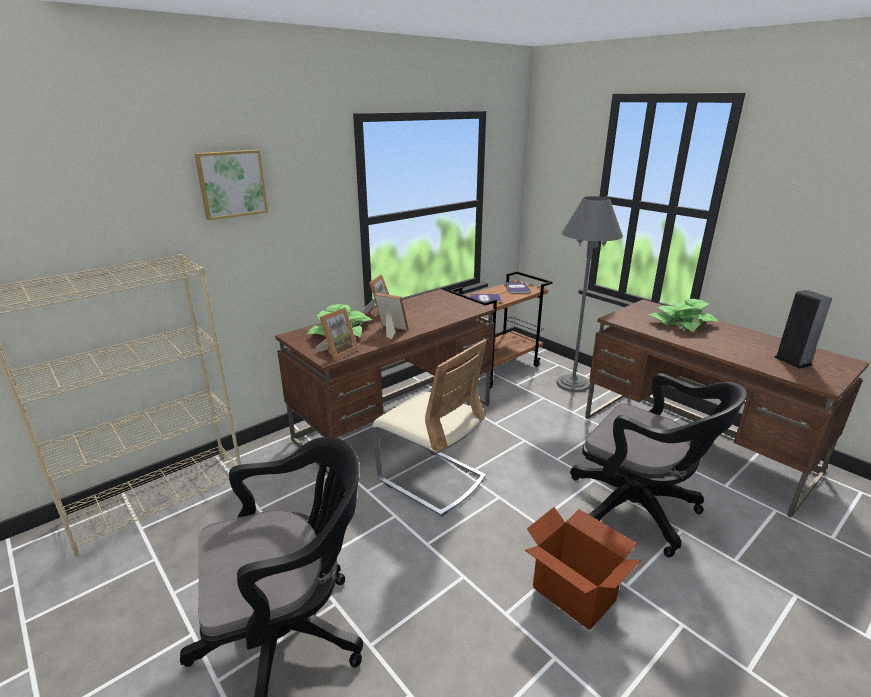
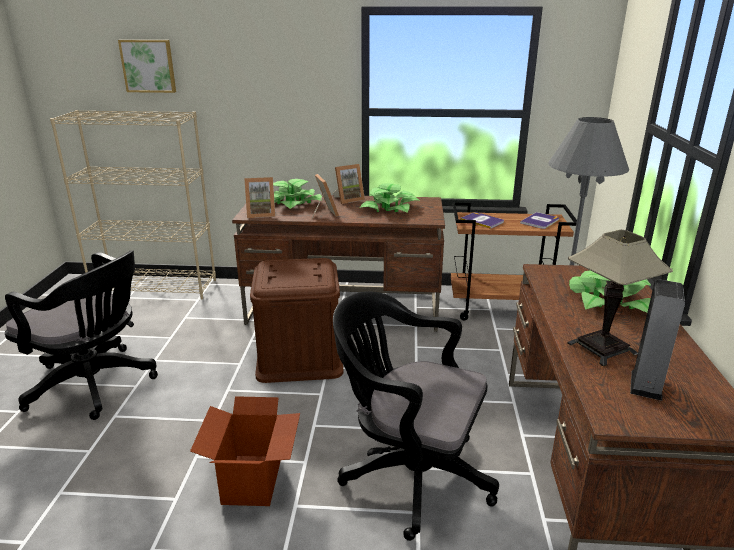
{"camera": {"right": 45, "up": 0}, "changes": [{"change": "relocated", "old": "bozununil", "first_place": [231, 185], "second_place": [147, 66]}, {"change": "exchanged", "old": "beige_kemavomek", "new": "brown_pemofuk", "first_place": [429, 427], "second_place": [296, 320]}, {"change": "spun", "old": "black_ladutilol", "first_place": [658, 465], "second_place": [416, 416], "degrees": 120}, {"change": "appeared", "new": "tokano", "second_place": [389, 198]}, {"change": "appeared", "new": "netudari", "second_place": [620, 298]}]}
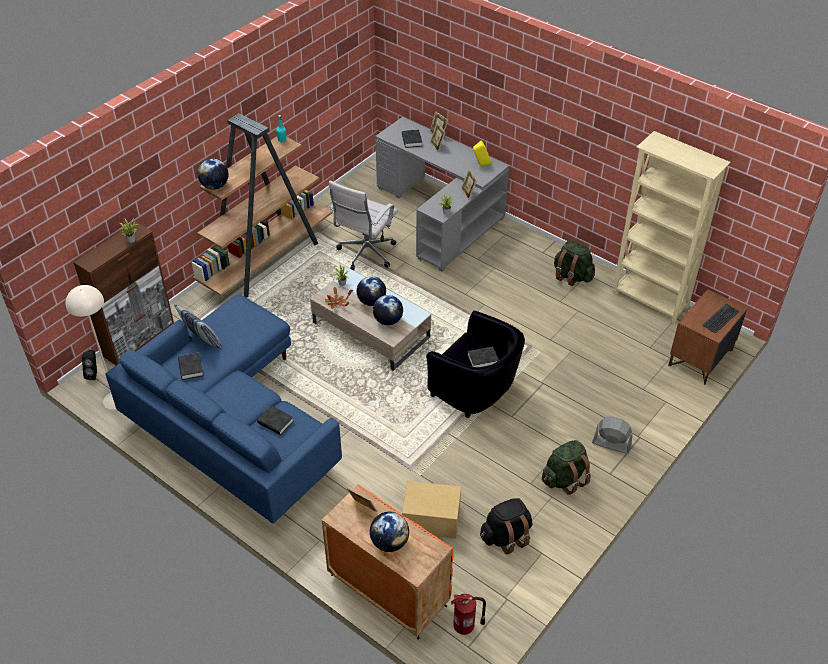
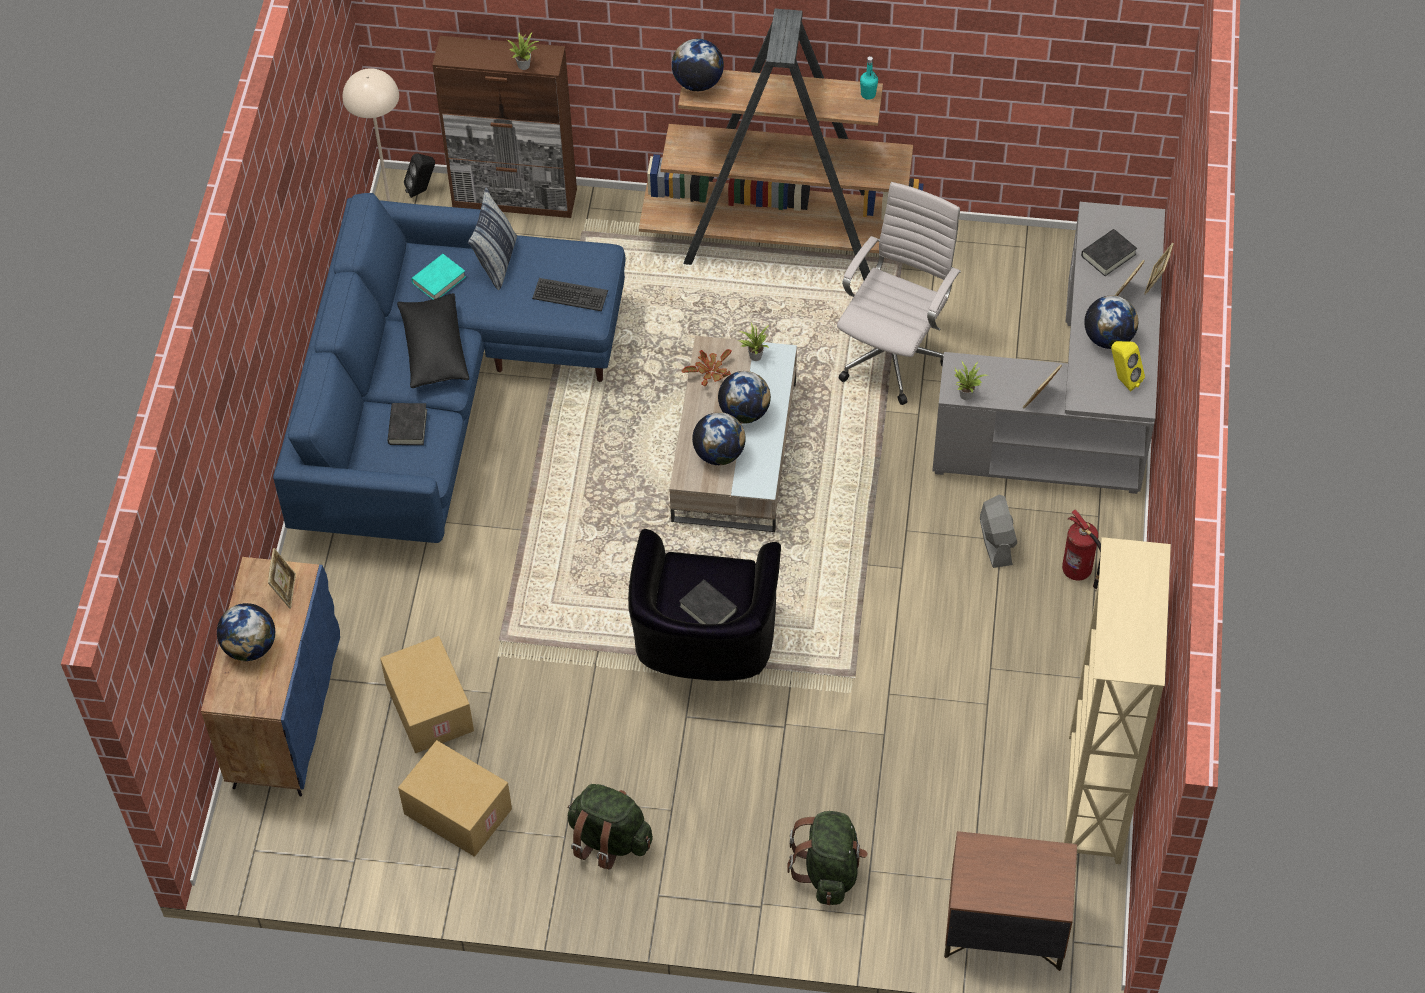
{"camera": {"right": 60, "up": 10}, "changes": [{"change": "colour", "old": "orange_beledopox", "new": "blue_beledopox", "first_place": [388, 562], "second_place": [270, 677]}, {"change": "appeared", "new": "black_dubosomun", "second_place": [433, 340]}, {"change": "exchanged", "old": "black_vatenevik", "new": "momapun", "first_place": [506, 526], "second_place": [455, 798]}, {"change": "colour", "old": "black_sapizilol", "new": "turquoise_sapizilol", "first_place": [190, 366], "second_place": [438, 276]}, {"change": "relocated", "old": "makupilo", "first_place": [720, 318], "second_place": [570, 294]}, {"change": "relocated", "old": "green_vatenevik", "first_place": [574, 263], "second_place": [827, 858]}, {"change": "spun", "old": "white_ladutilol", "first_place": [363, 226], "second_place": [899, 293], "degrees": 120}, {"change": "relocated", "old": "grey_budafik", "first_place": [612, 435], "second_place": [998, 531]}, {"change": "relocated", "old": "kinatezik", "first_place": [468, 614], "second_place": [1081, 549]}, {"change": "appeared", "new": "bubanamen", "second_place": [1111, 322]}]}
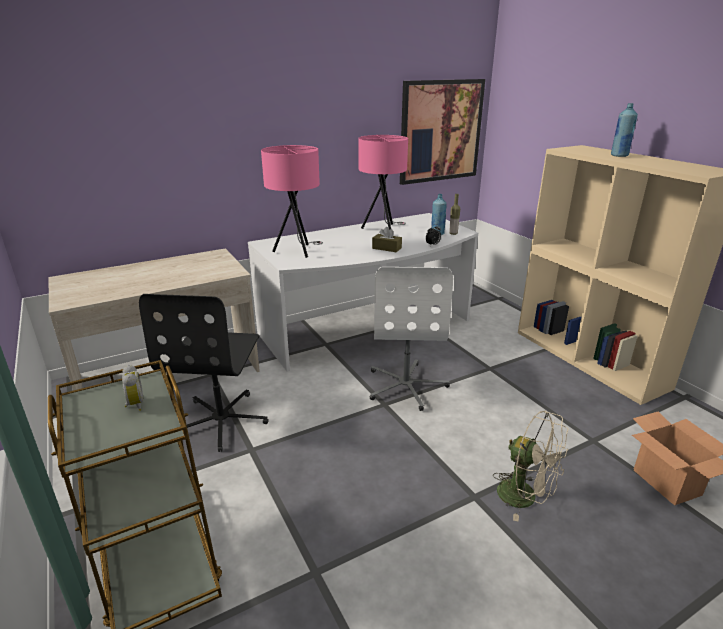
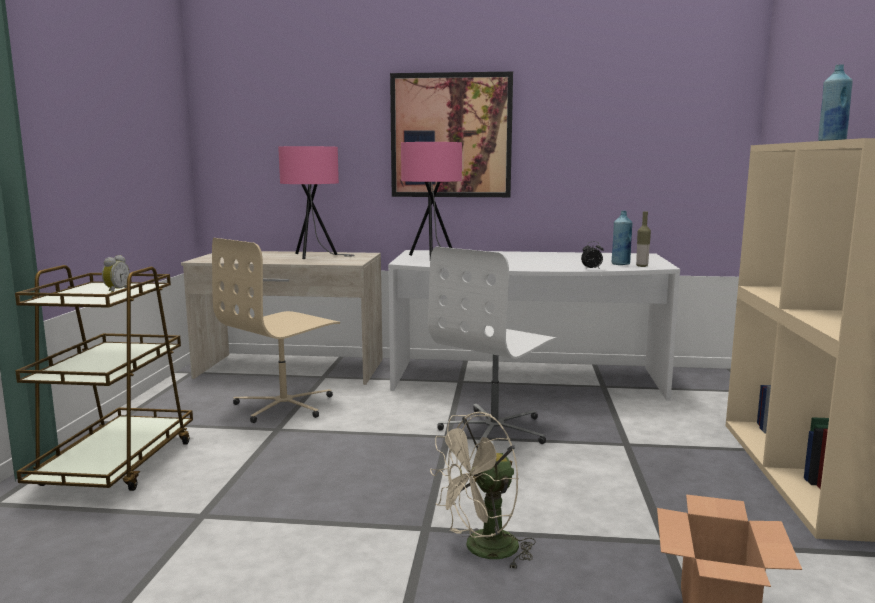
{"camera": {"right": 35, "up": -15}, "changes": [{"change": "colour", "old": "black_ladutilol", "new": "beige_ladutilol", "first_place": [204, 373], "second_place": [276, 330]}, {"change": "relocated", "old": "pink_netudari", "first_place": [383, 182], "second_place": [316, 202]}, {"change": "relocated", "old": "bozununil", "first_place": [442, 132], "second_place": [451, 134]}, {"change": "spun", "old": "beige_budafik", "first_place": [531, 466], "second_place": [483, 490], "degrees": 75}, {"change": "missing", "old": "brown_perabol", "first_place": [387, 239]}]}
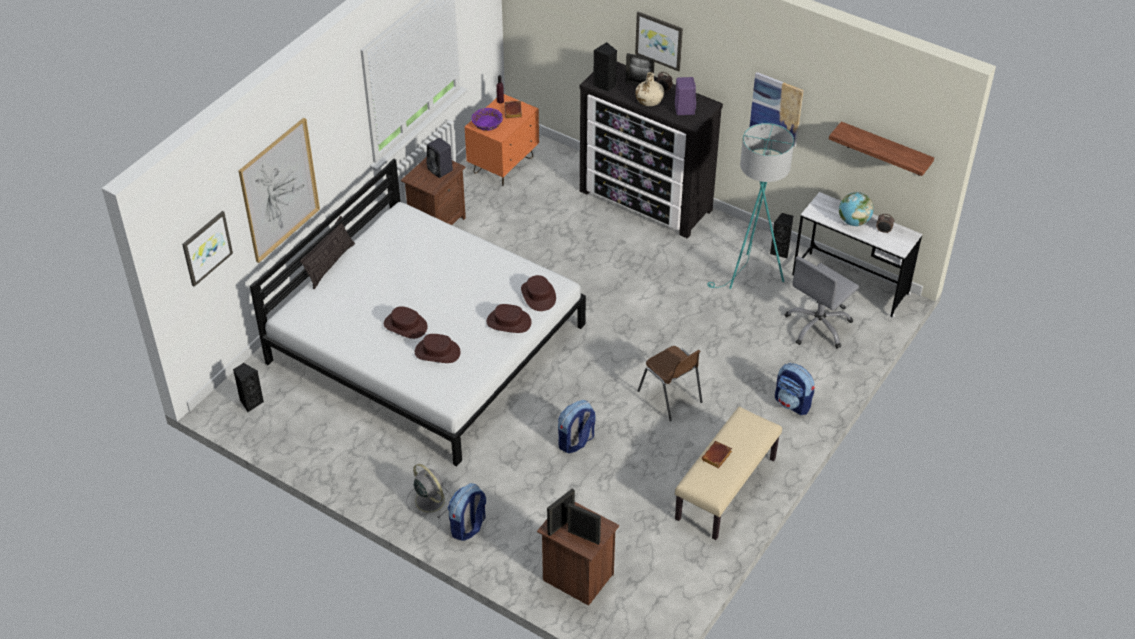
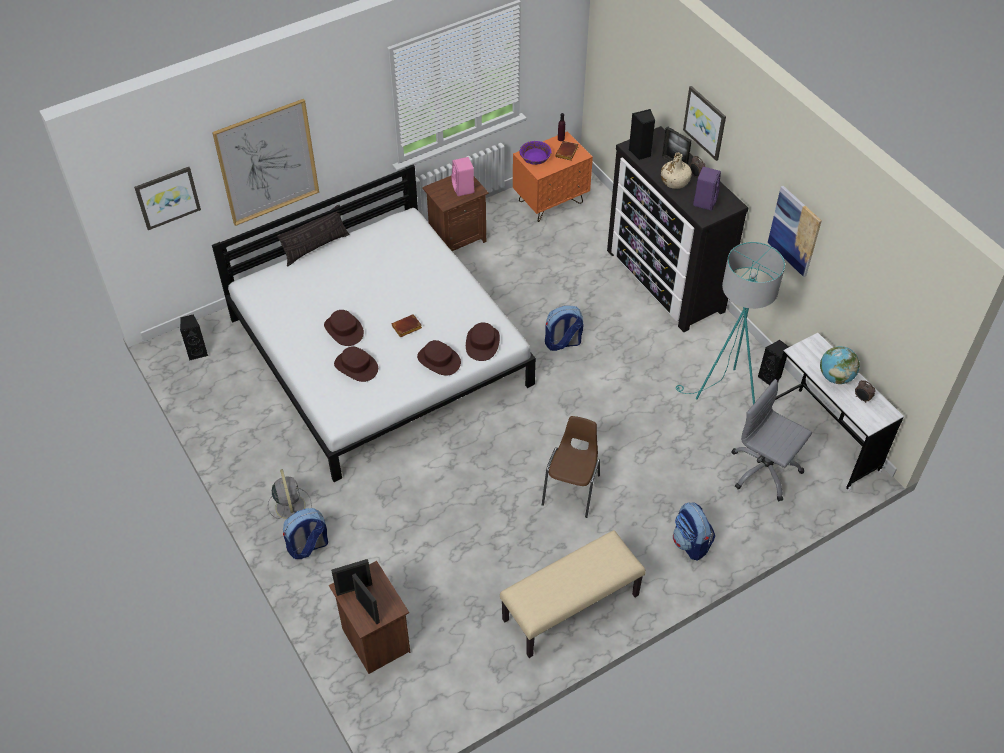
{"camera": {"right": 25, "up": 5}, "changes": [{"change": "relocated", "old": "brown_sapizilol", "first_place": [716, 454], "second_place": [407, 325]}, {"change": "colour", "old": "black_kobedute", "new": "pink_kobedute", "first_place": [439, 158], "second_place": [462, 176]}, {"change": "spun", "old": "brown_kemavomek", "first_place": [669, 383], "second_place": [571, 467], "degrees": -150}, {"change": "relocated", "old": "vatenevik", "first_place": [577, 426], "second_place": [564, 328]}, {"change": "spun", "old": "grey_ladutilol", "first_place": [822, 302], "second_place": [771, 440], "degrees": 60}, {"change": "missing", "old": "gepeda", "first_place": [881, 148]}]}
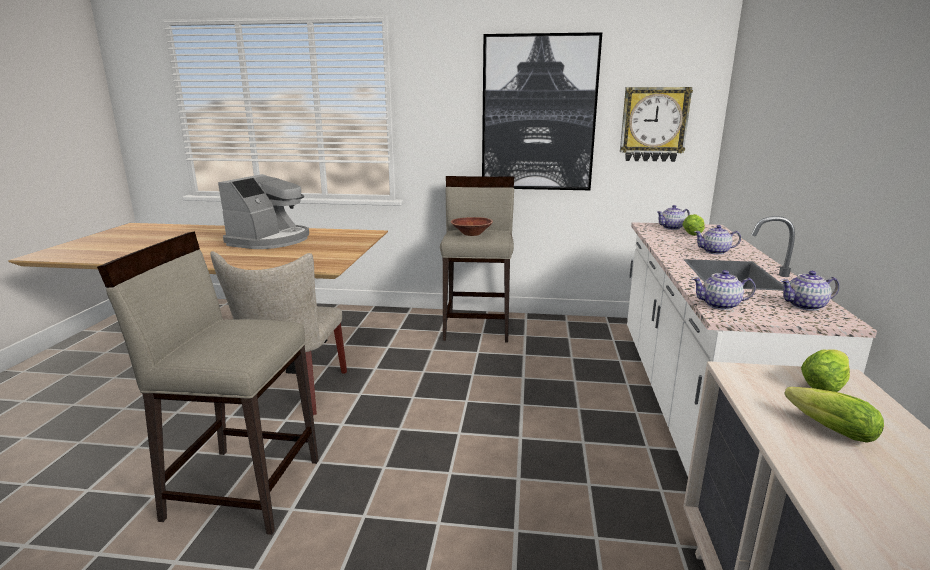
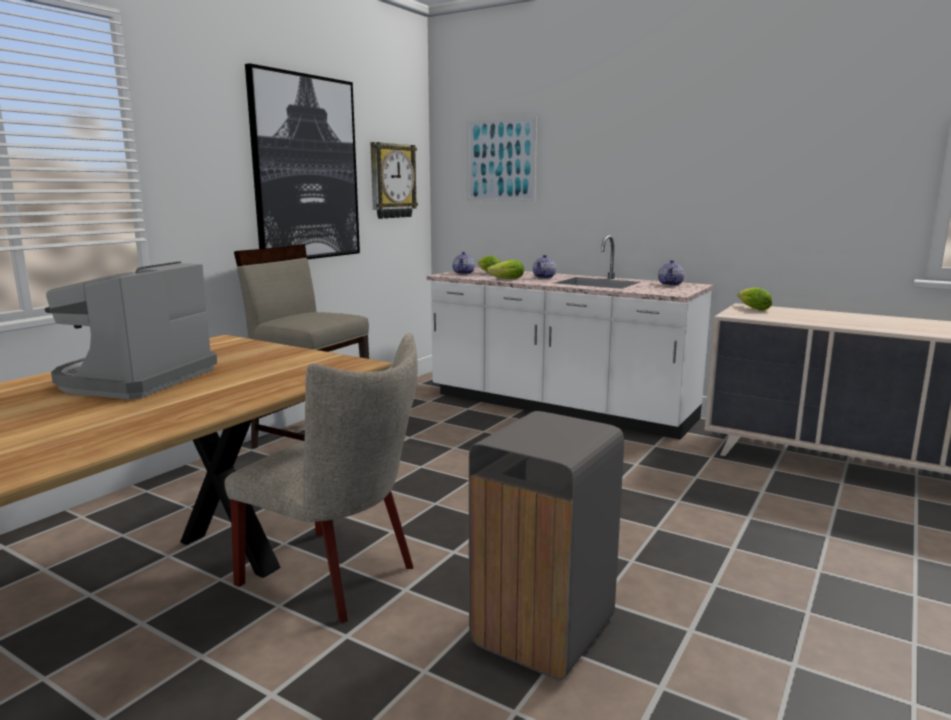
{"camera": {"right": -65, "up": -5}, "changes": [{"change": "spun", "old": "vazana", "first_place": [263, 211], "second_place": [131, 331], "degrees": -120}, {"change": "appeared", "new": "bozununil", "second_place": [502, 159]}, {"change": "exchanged", "old": "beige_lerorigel", "new": "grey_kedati", "first_place": [208, 383], "second_place": [546, 545]}, {"change": "relocated", "old": "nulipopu", "first_place": [834, 415], "second_place": [505, 269]}, {"change": "missing", "old": "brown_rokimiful", "first_place": [472, 226]}, {"change": "missing", "old": "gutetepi", "first_place": [724, 290]}]}
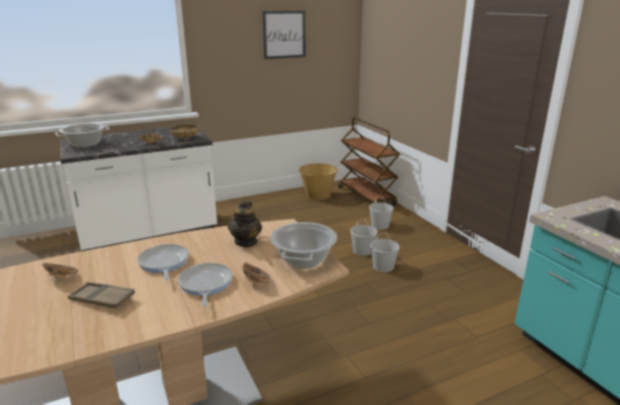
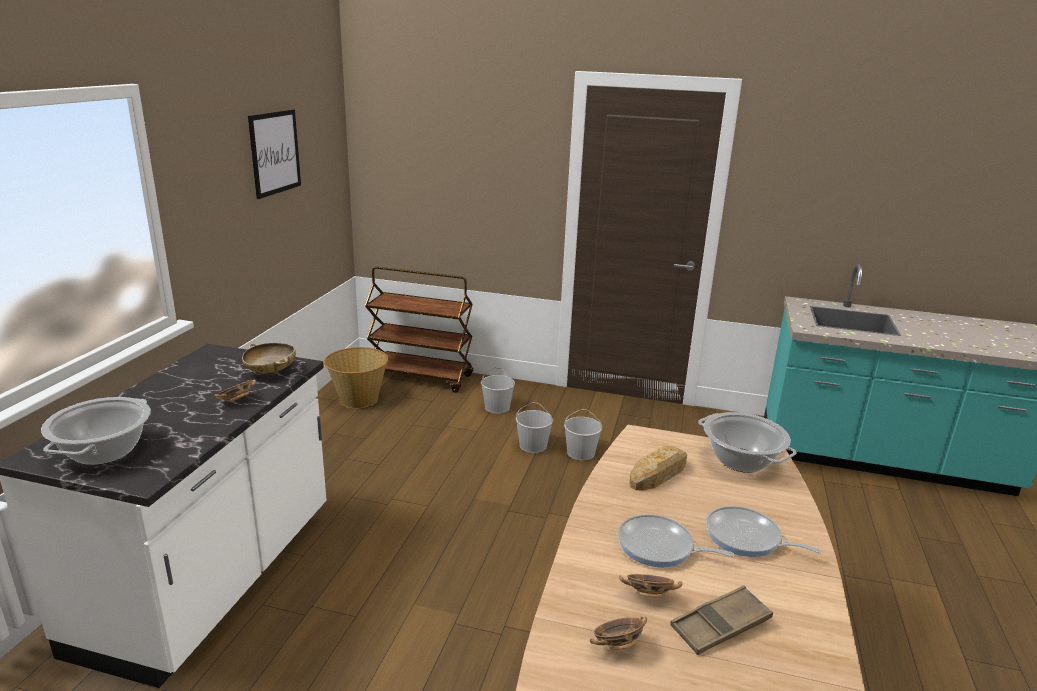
{"camera": {"right": -50, "up": 0}, "changes": [{"change": "relocated", "old": "rokimiful", "first_place": [256, 273], "second_place": [650, 586]}, {"change": "exchanged", "old": "gutetepi", "new": "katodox", "first_place": [245, 223], "second_place": [658, 468]}]}
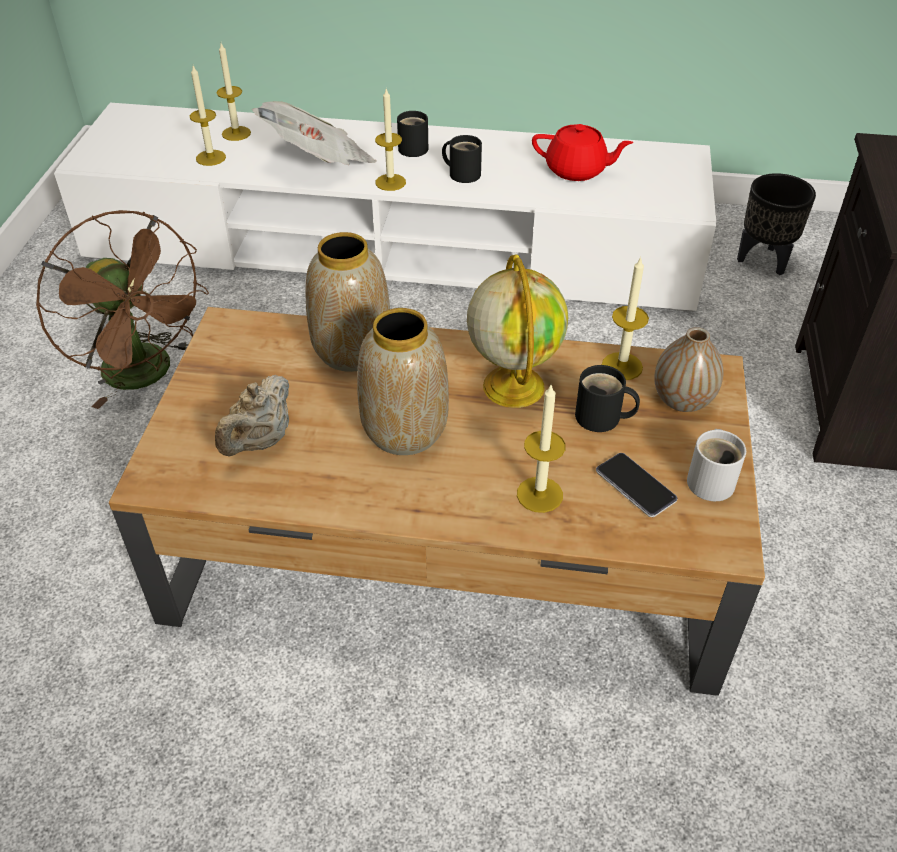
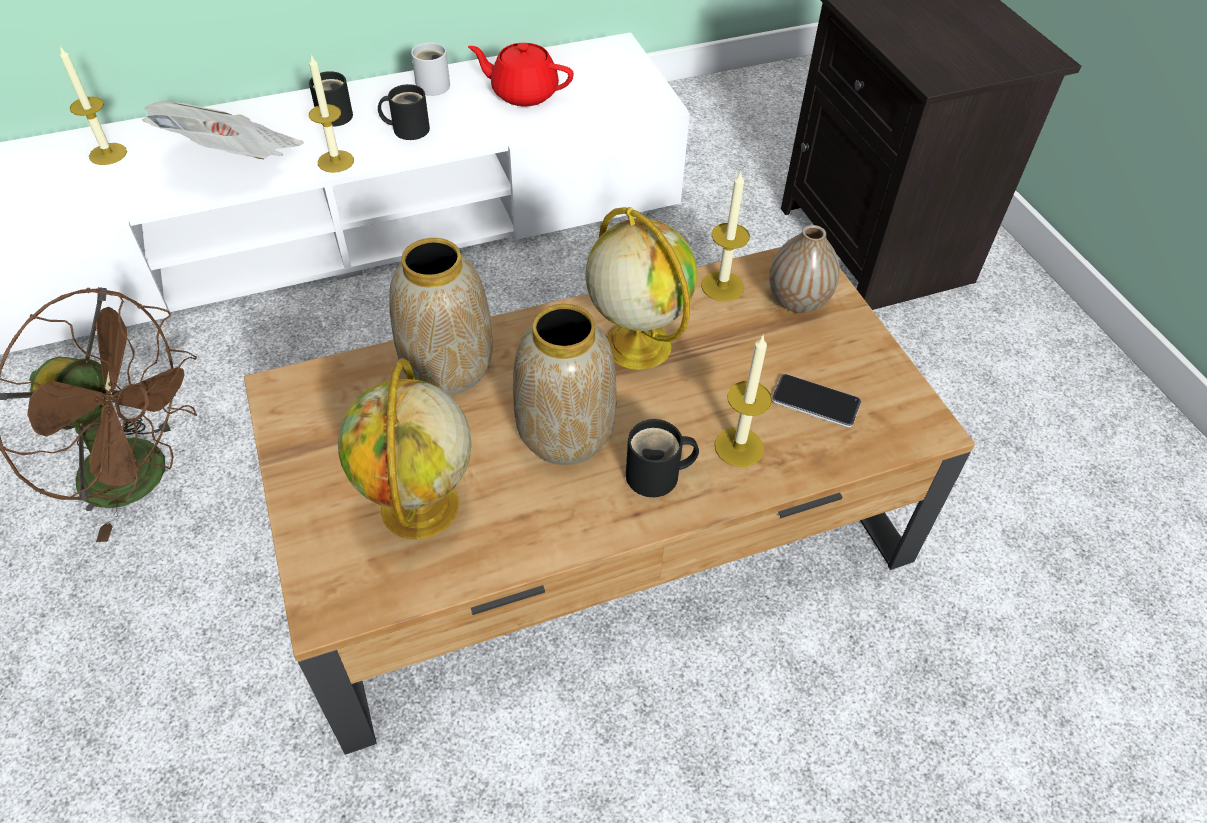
{"camera": {"right": -30, "up": 5}, "changes": [{"change": "exchanged", "old": "beige_gutetepi", "new": "bubanamen", "first_place": [252, 415], "second_place": [404, 449]}, {"change": "relocated", "old": "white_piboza", "first_place": [716, 465], "second_place": [430, 69]}, {"change": "spun", "old": "red_gutetepi", "first_place": [582, 152], "second_place": [521, 75], "degrees": -150}, {"change": "relocated", "old": "black_piboza", "first_place": [607, 398], "second_place": [662, 458]}, {"change": "missing", "old": "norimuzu", "first_place": [208, 116]}, {"change": "missing", "old": "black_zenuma", "first_place": [776, 224]}]}
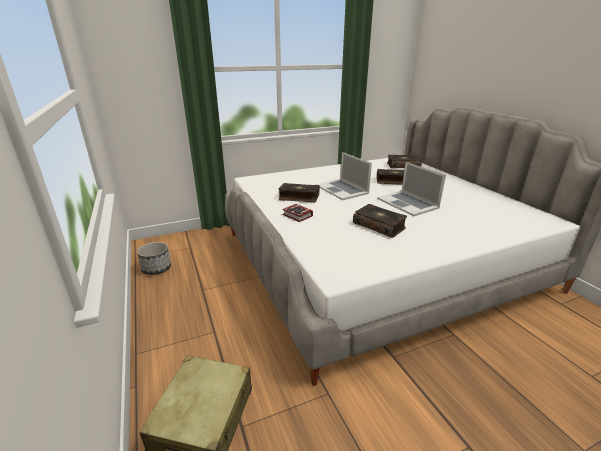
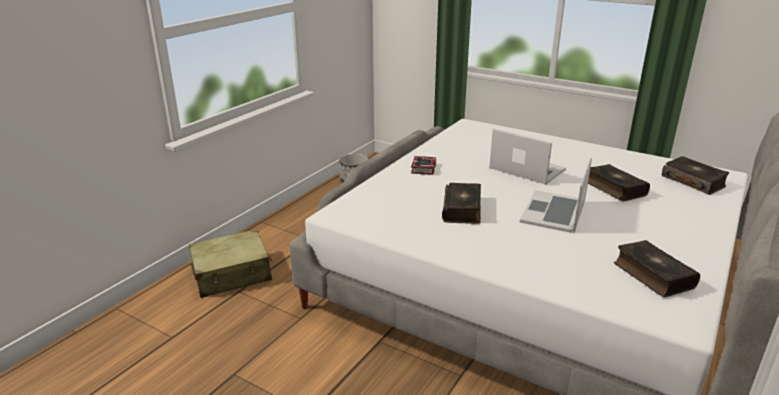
{"camera": {"right": 55, "up": 0}, "changes": [{"change": "spun", "old": "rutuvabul", "first_place": [344, 176], "second_place": [527, 156], "degrees": 105}, {"change": "relocated", "old": "sapizilol", "first_place": [299, 192], "second_place": [657, 268]}]}
